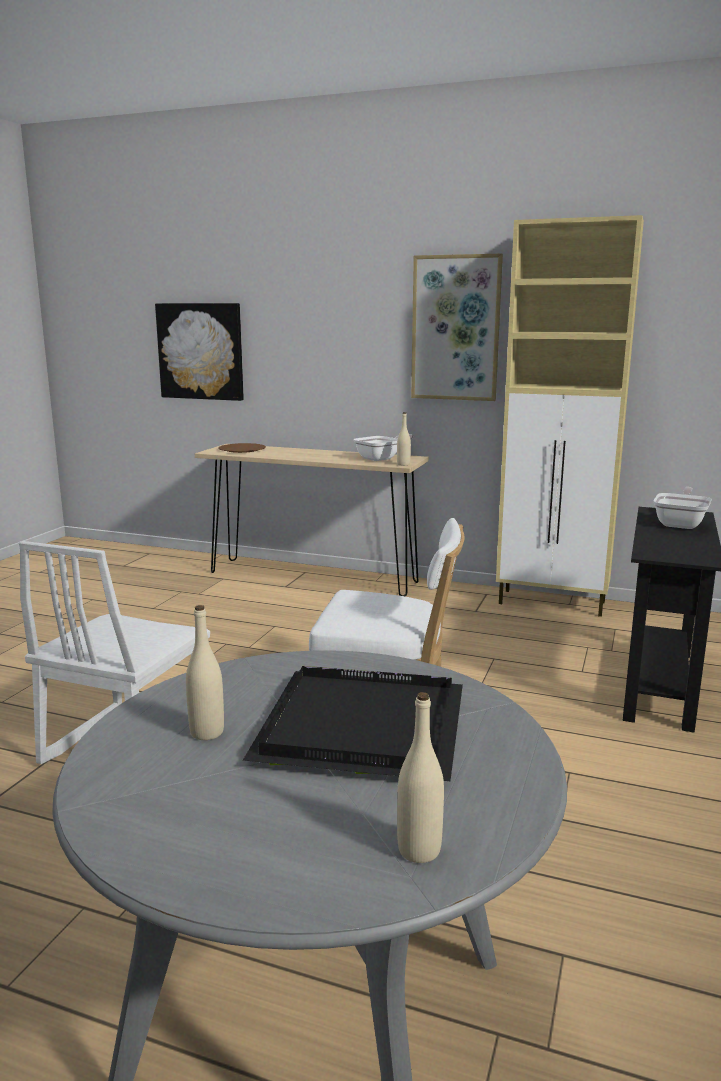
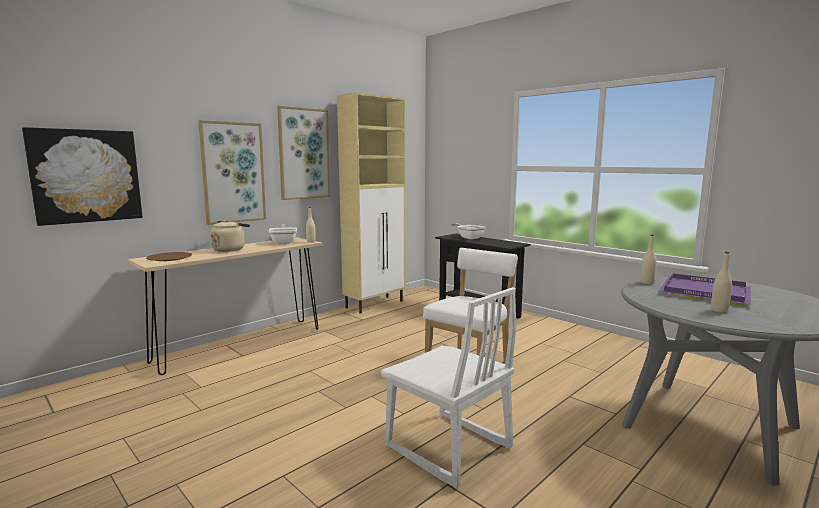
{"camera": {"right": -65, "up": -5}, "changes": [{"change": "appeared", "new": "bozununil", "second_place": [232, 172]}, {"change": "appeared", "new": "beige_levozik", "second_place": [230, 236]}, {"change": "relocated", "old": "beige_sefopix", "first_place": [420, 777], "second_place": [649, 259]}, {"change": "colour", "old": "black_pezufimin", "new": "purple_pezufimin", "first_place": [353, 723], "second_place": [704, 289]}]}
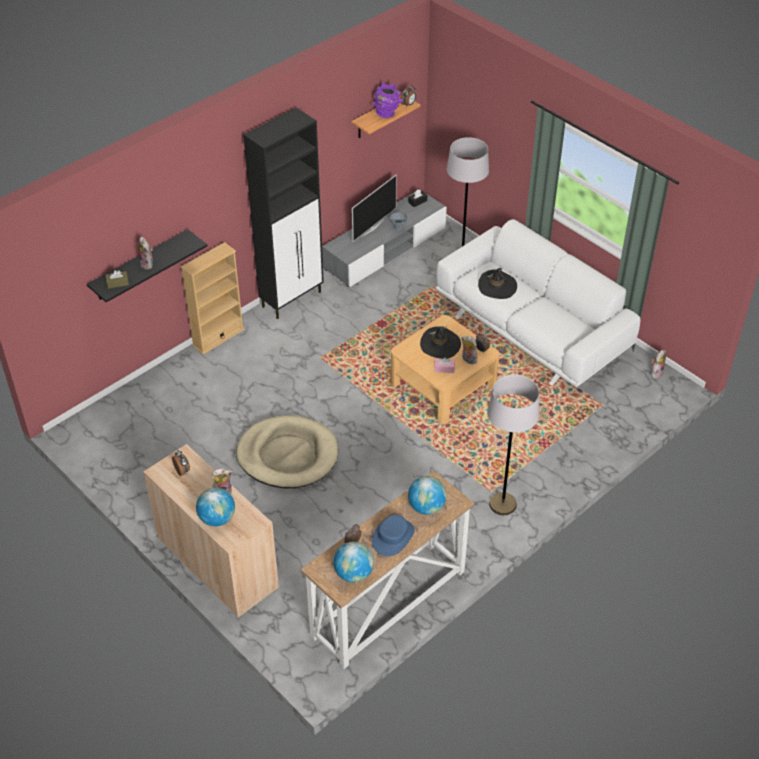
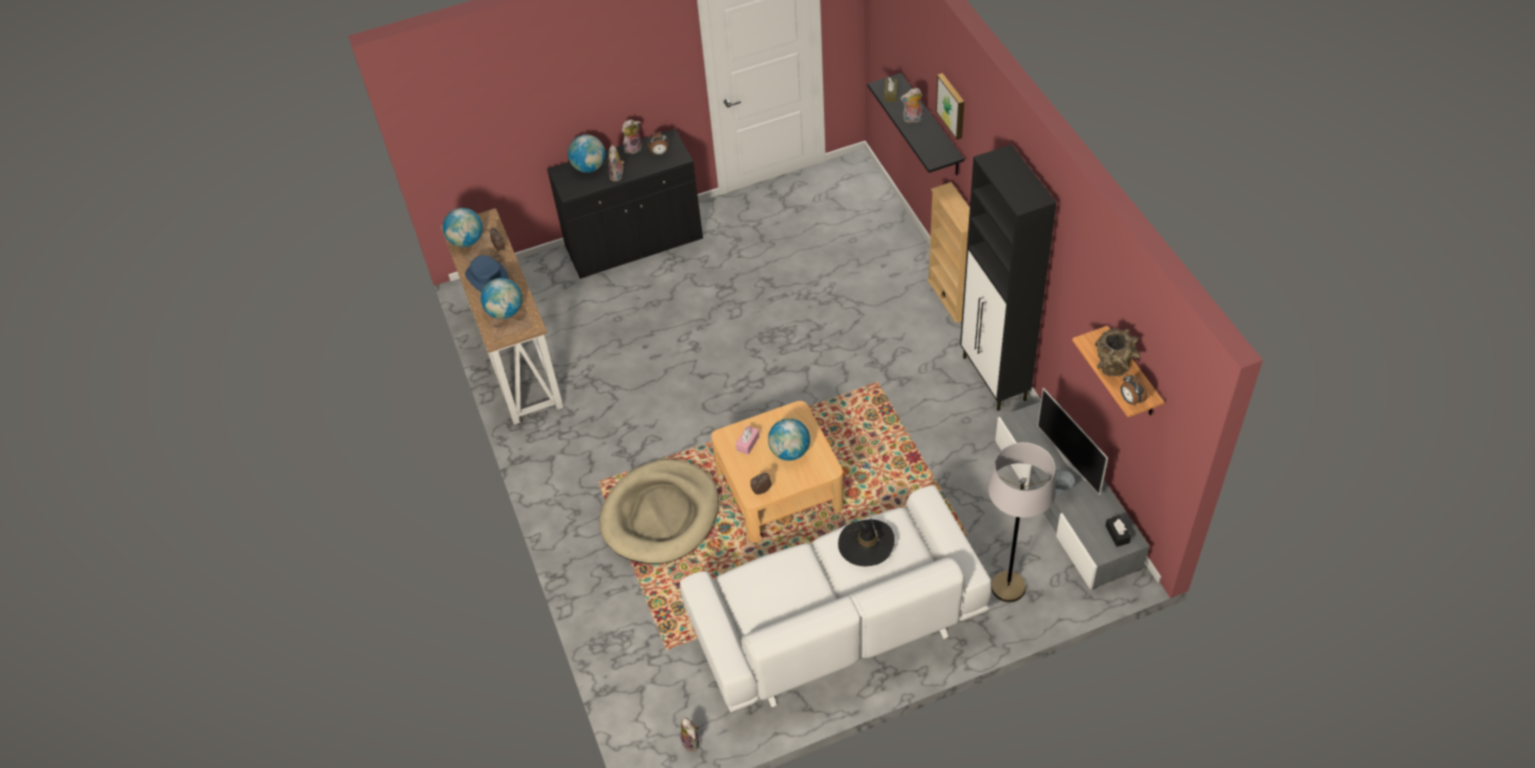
{"camera": {"right": 115, "up": 5}, "changes": [{"change": "colour", "old": "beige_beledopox", "new": "black_beledopox", "first_place": [211, 531], "second_place": [625, 204]}, {"change": "relocated", "old": "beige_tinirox", "first_place": [287, 451], "second_place": [659, 511]}, {"change": "relocated", "old": "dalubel", "first_place": [469, 350], "second_place": [632, 136]}, {"change": "exchanged", "old": "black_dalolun", "new": "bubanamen", "first_place": [440, 342], "second_place": [789, 439]}, {"change": "appeared", "new": "bozununil", "second_place": [950, 106]}, {"change": "colour", "old": "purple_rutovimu", "new": "brown_rutovimu", "first_place": [387, 100], "second_place": [1118, 352]}, {"change": "missing", "old": "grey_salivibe", "first_place": [513, 445]}]}
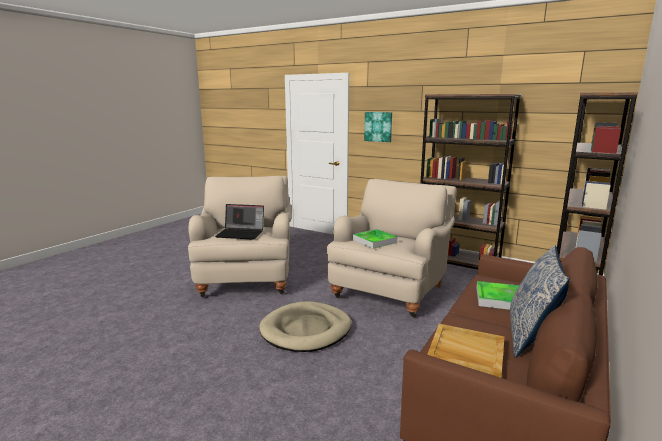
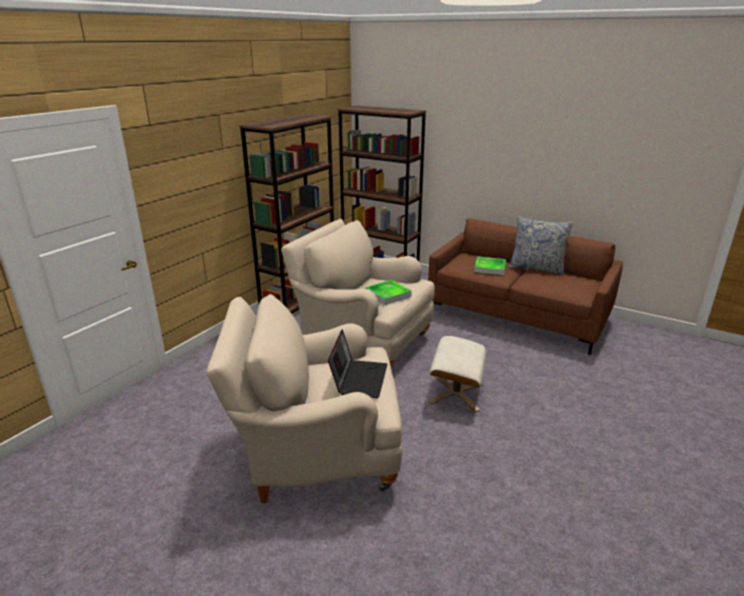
{"camera": {"right": -90, "up": 10}, "changes": [{"change": "exchanged", "old": "beige_tinirox", "new": "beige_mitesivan", "first_place": [305, 326], "second_place": [457, 374]}, {"change": "missing", "old": "bozununil", "first_place": [378, 127]}, {"change": "missing", "old": "beige_pezufimin", "first_place": [465, 351]}]}
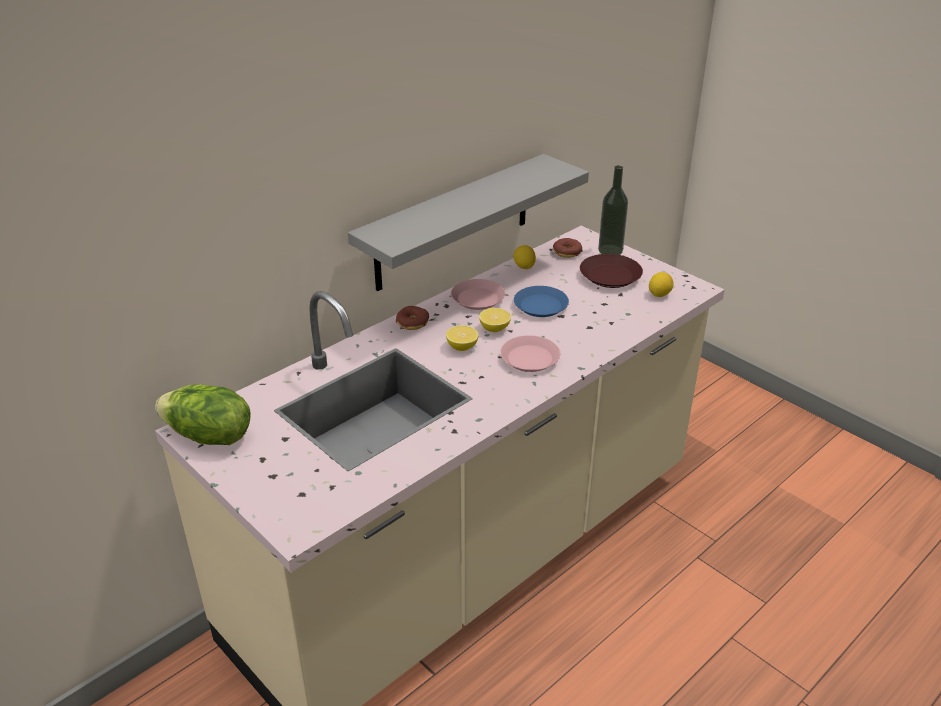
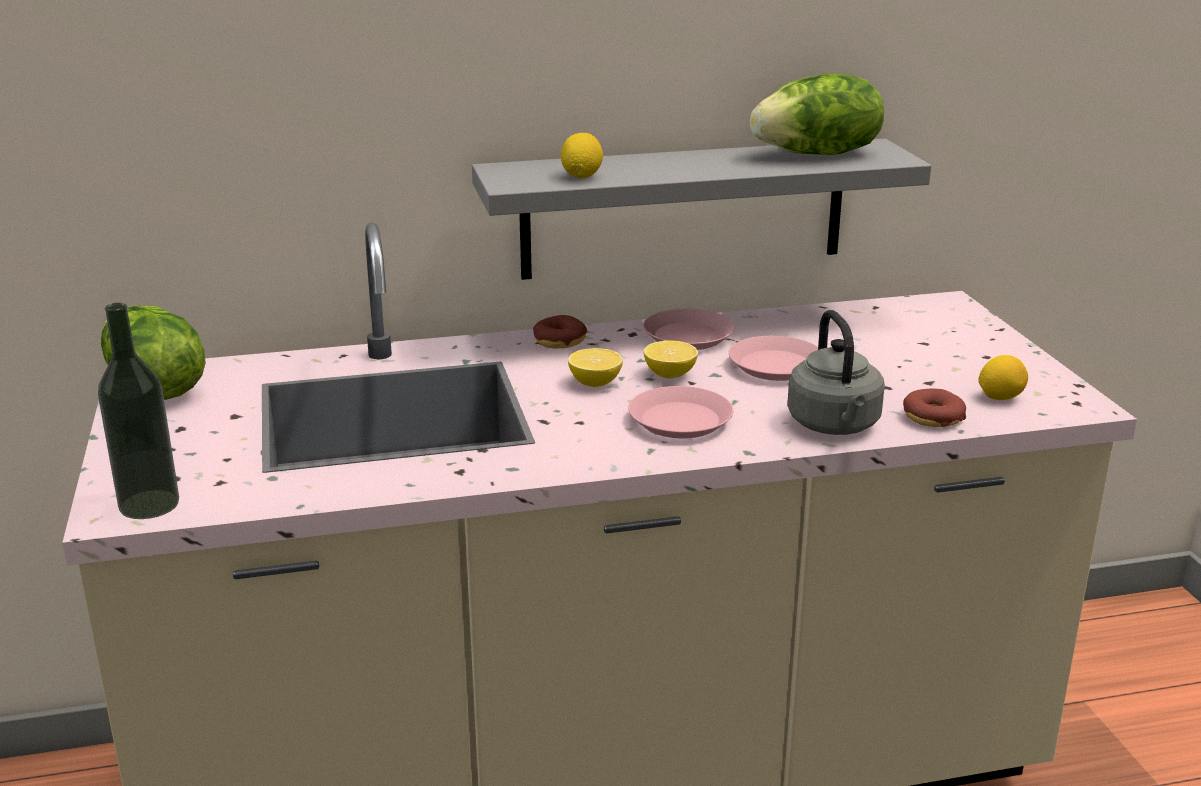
{"camera": {"right": 30, "up": -10}, "changes": [{"change": "relocated", "old": "sefopix", "first_place": [613, 210], "second_place": [138, 411]}, {"change": "relocated", "old": "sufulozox", "first_place": [524, 257], "second_place": [582, 155]}, {"change": "colour", "old": "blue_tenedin", "new": "pink_tenedin", "first_place": [541, 301], "second_place": [773, 358]}, {"change": "appeared", "new": "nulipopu", "second_place": [817, 114]}, {"change": "appeared", "new": "grey_levozik", "second_place": [836, 372]}, {"change": "relocated", "old": "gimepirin", "first_place": [567, 248], "second_place": [934, 407]}, {"change": "missing", "old": "brown_tenedin", "first_place": [611, 271]}]}
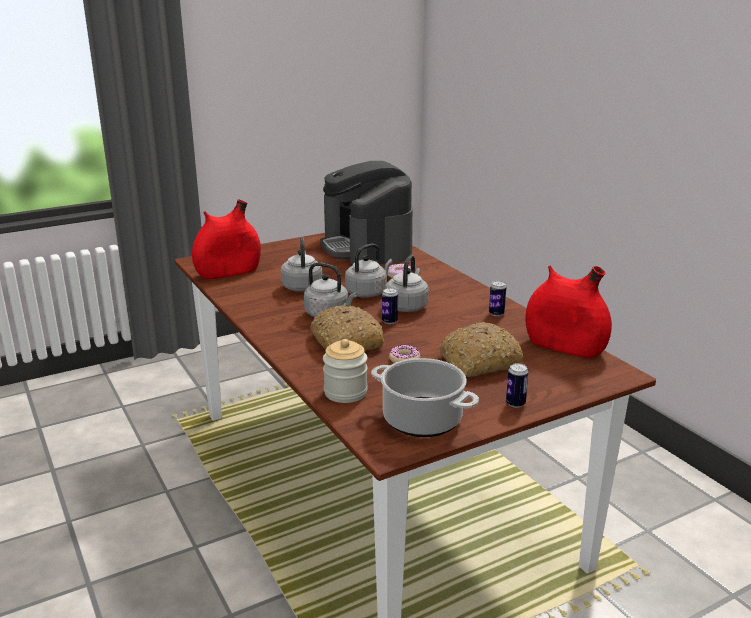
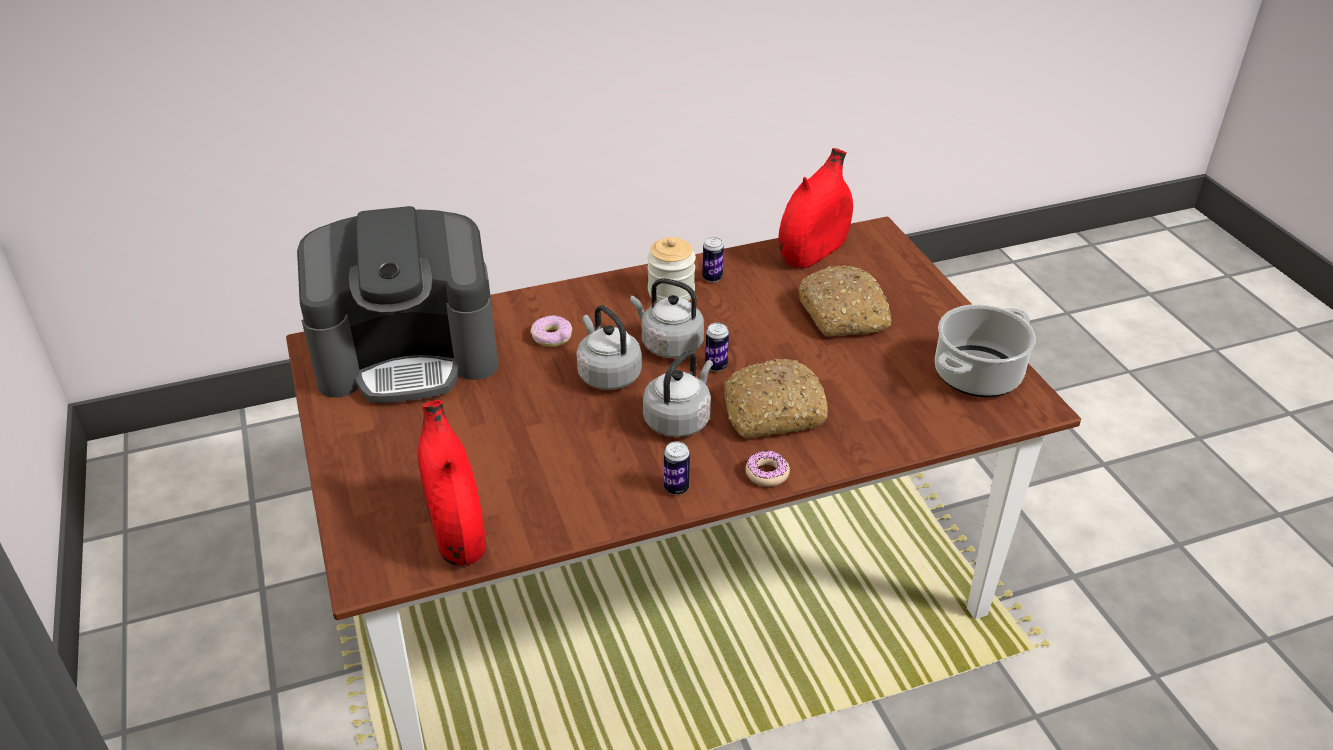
{"camera": {"right": -80, "up": 15}, "changes": [{"change": "relocated", "old": "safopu", "first_place": [345, 371], "second_place": [671, 269]}, {"change": "relocated", "old": "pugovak", "first_place": [517, 385], "second_place": [677, 468]}, {"change": "relocated", "old": "gimepirin", "first_place": [404, 354], "second_place": [768, 469]}, {"change": "missing", "old": "grey_levozik", "first_place": [301, 264]}]}
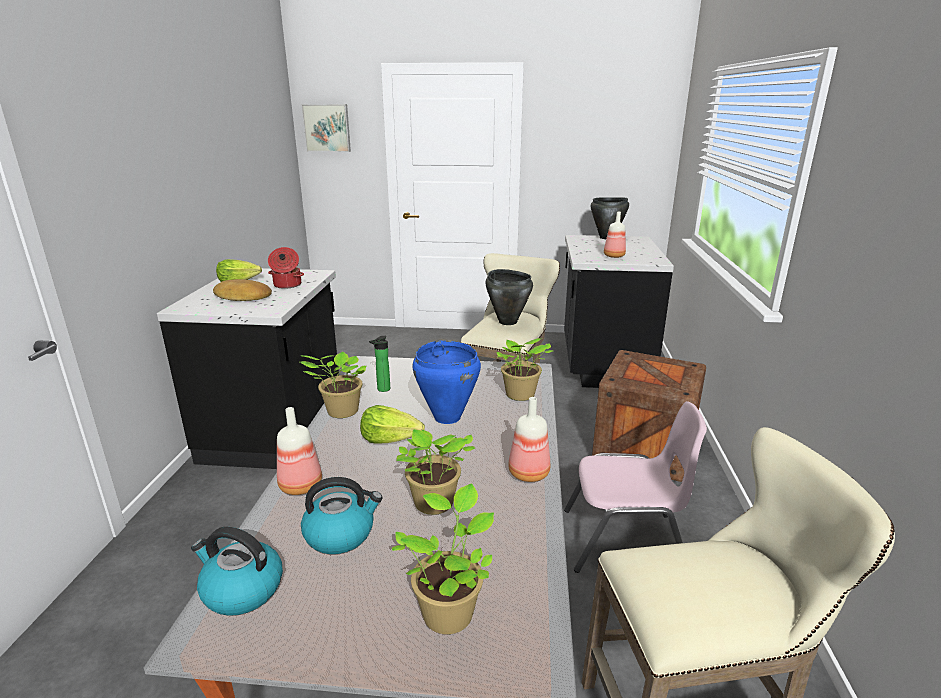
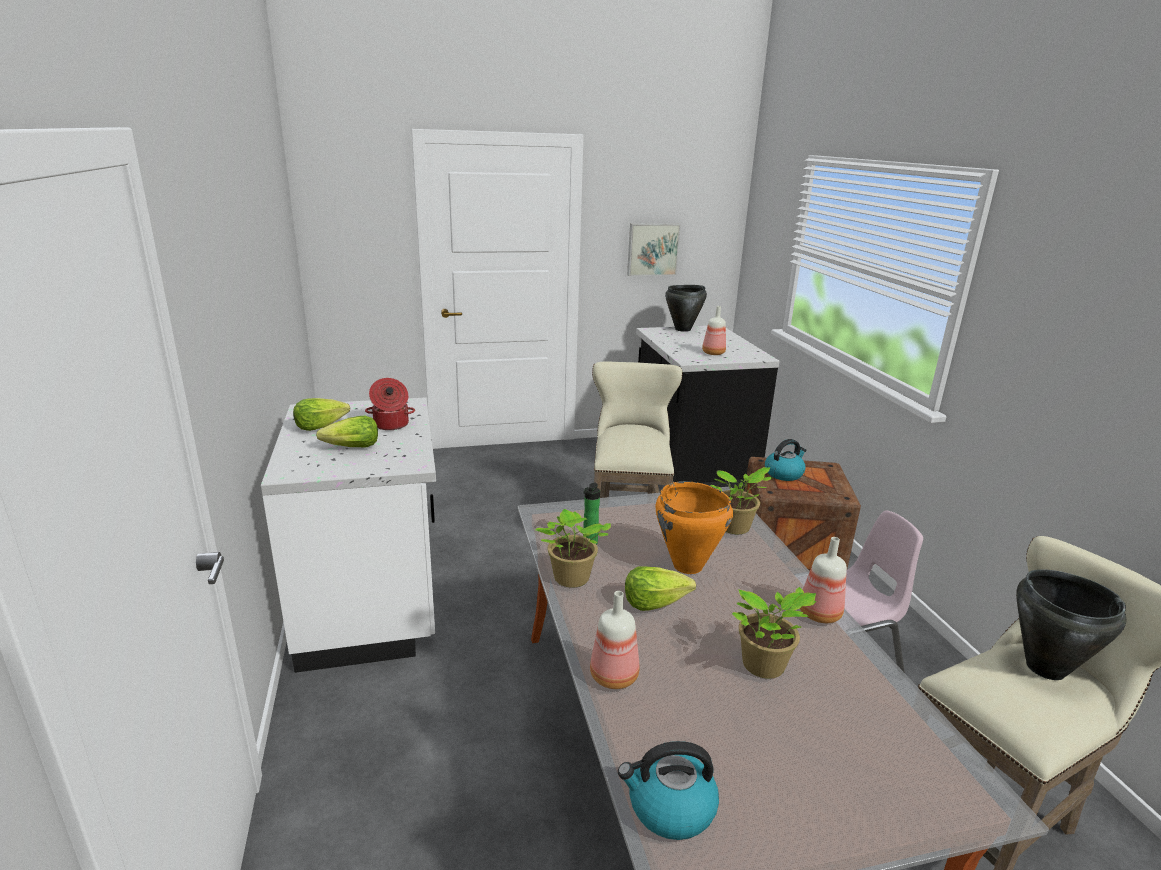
{"camera": {"right": -20, "up": 0}, "changes": [{"change": "colour", "old": "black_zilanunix", "new": "white_zilanunix", "first_place": [248, 368], "second_place": [348, 535]}, {"change": "exchanged", "old": "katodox", "new": "nulipopu", "first_place": [242, 290], "second_place": [347, 432]}, {"change": "relocated", "old": "bozununil", "first_place": [326, 128], "second_place": [654, 249]}, {"change": "colour", "old": "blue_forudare", "new": "orange_forudare", "first_place": [446, 382], "second_place": [694, 527]}, {"change": "relocated", "old": "levozik", "first_place": [342, 515], "second_place": [785, 460]}, {"change": "relocated", "old": "black_forudare", "first_place": [509, 297], "second_place": [1071, 624]}, {"change": "missing", "old": "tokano", "first_place": [443, 558]}]}
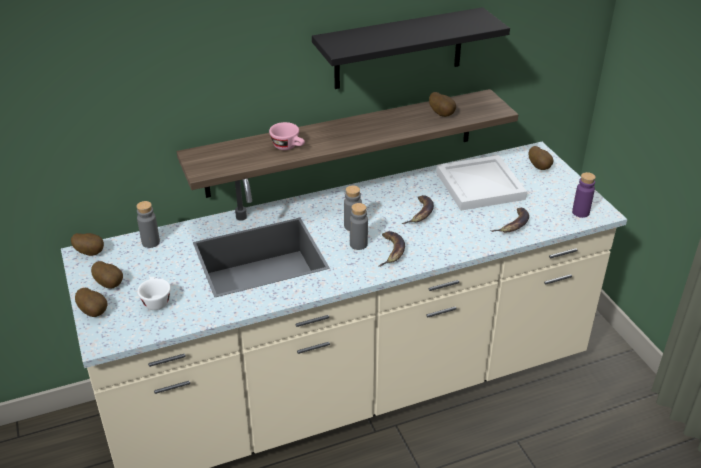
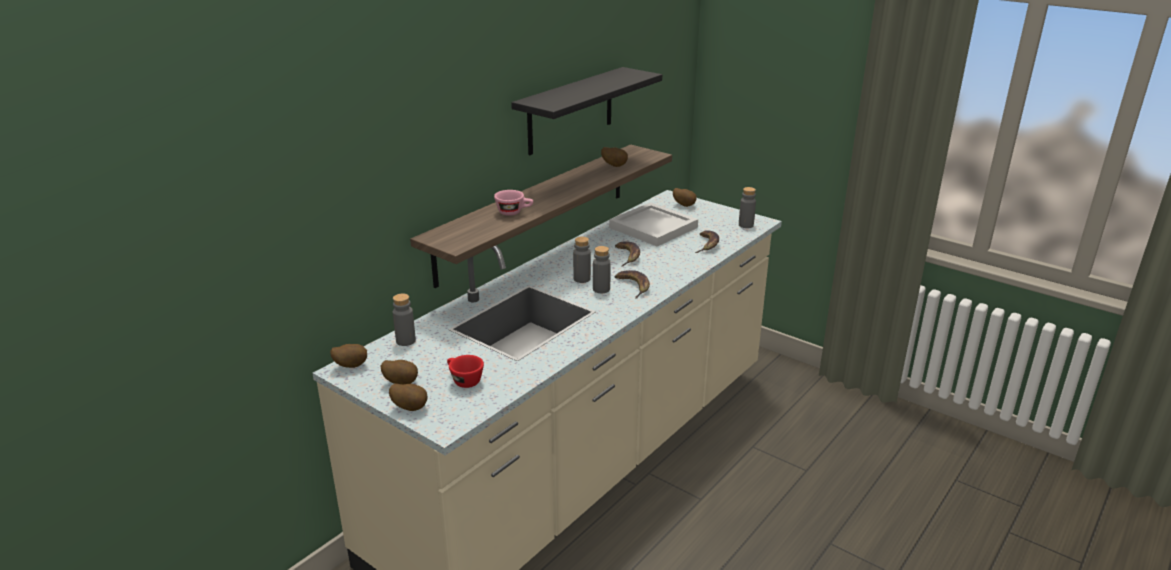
{"camera": {"right": -30, "up": -10}, "changes": [{"change": "colour", "old": "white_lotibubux", "new": "red_lotibubux", "first_place": [154, 293], "second_place": [465, 371]}, {"change": "colour", "old": "purple_sefopix", "new": "grey_sefopix", "first_place": [584, 195], "second_place": [747, 207]}]}
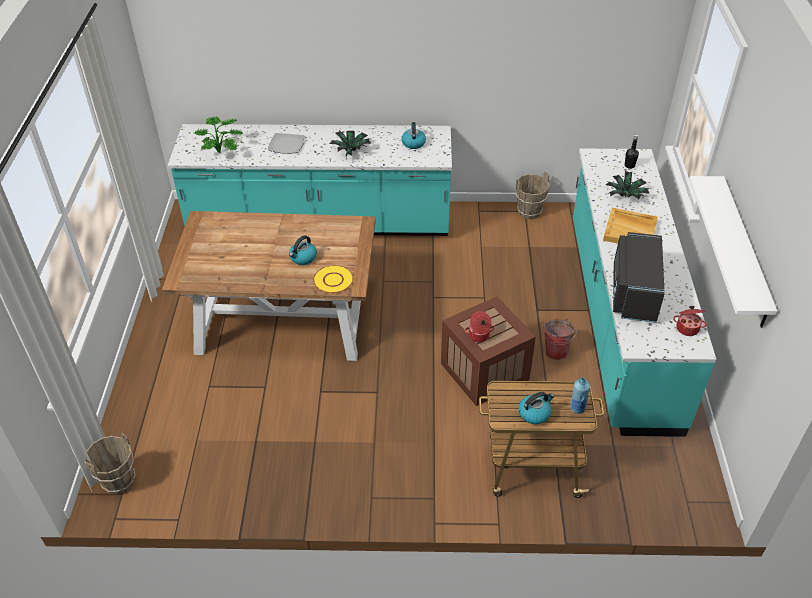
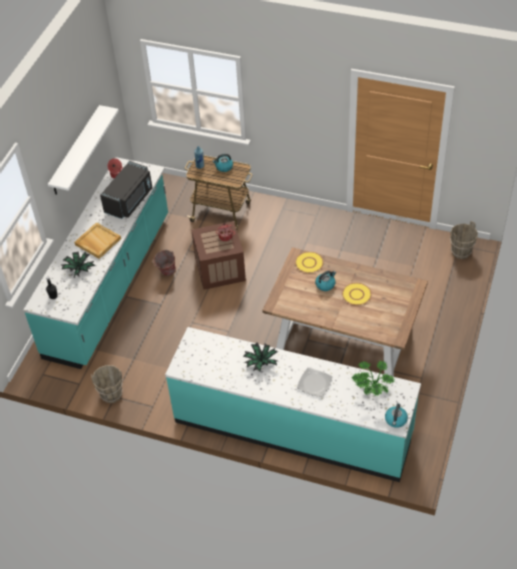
{"camera": {"right": -160, "up": 5}, "changes": [{"change": "appeared", "new": "yellow_tenedin", "second_place": [356, 294]}, {"change": "relocated", "old": "levozik", "first_place": [414, 135], "second_place": [396, 415]}]}
